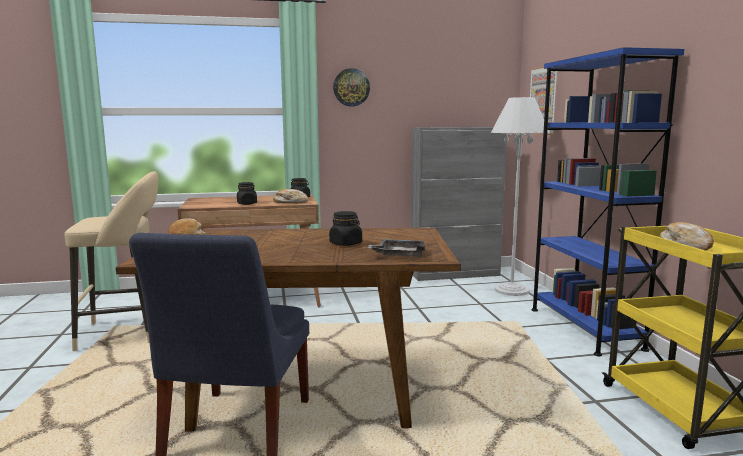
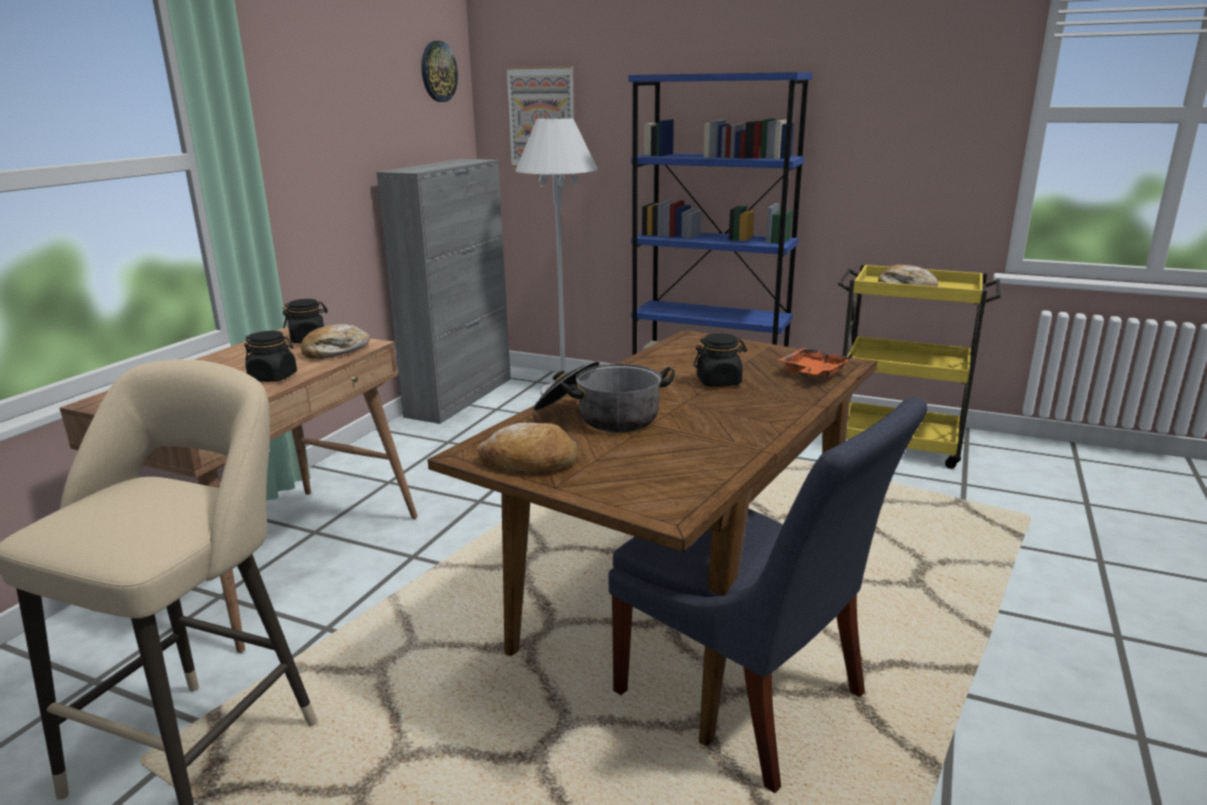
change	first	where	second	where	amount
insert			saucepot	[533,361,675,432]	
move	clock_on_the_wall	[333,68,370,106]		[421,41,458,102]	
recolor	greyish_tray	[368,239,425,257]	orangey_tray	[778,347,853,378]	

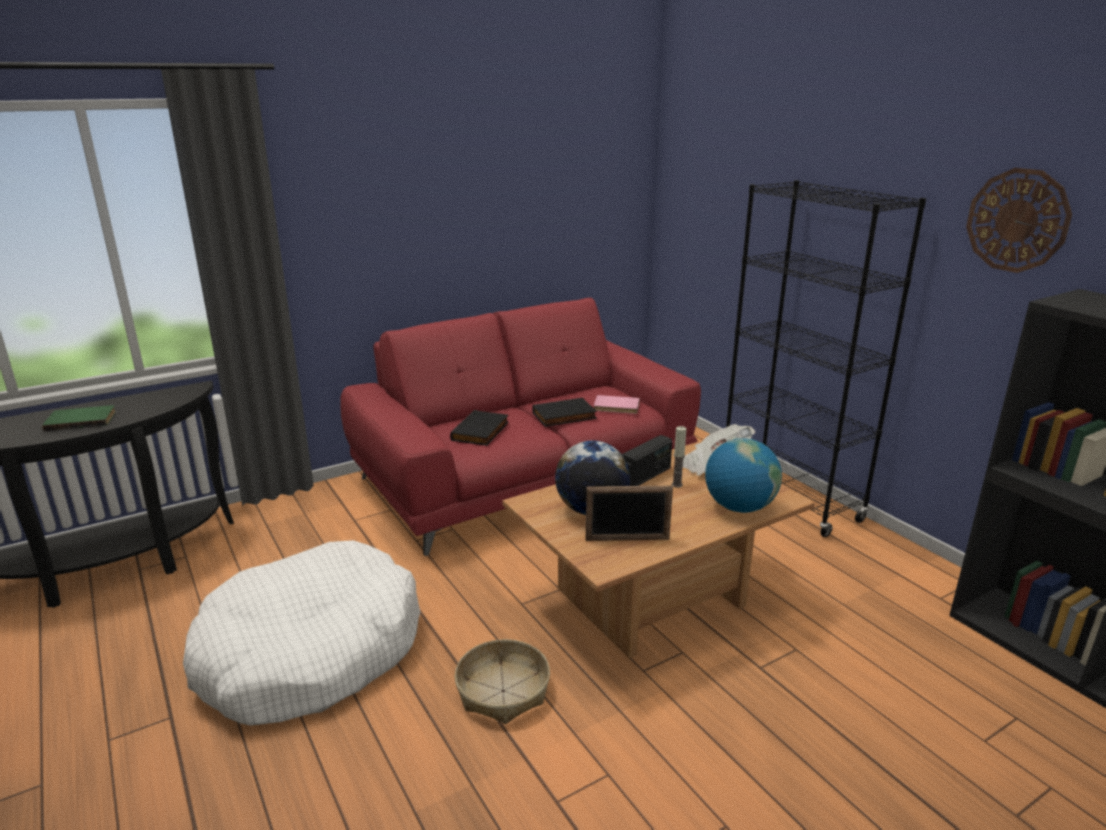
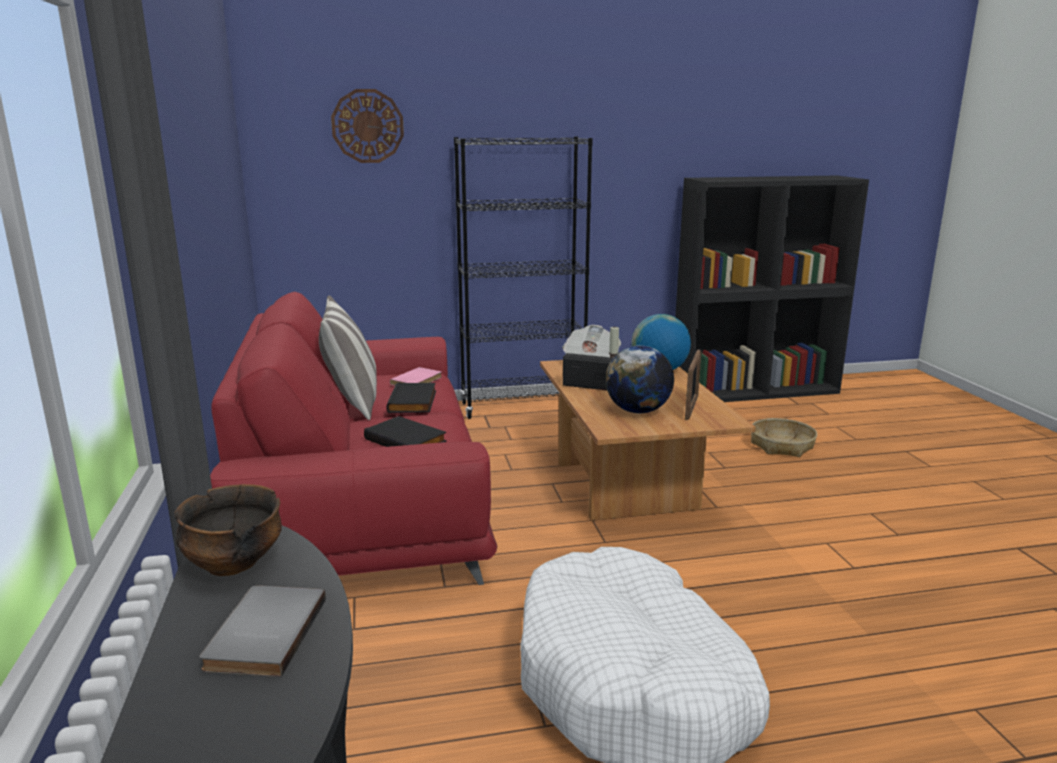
change	first	where	second	where	amount
insert			serving_bowl	[175,484,282,576]	
insert			throw_pillow	[319,295,377,420]	
move	basket	[454,639,550,724]		[751,418,817,457]	
move	clock_on_the_wall	[966,168,1072,273]		[331,89,404,163]	
recolor	green-coloured_bound_book	[42,405,116,431]	greyish_bound_book	[199,585,326,677]	
rotate	radio_receiver	[622,435,672,486]		[563,353,613,390]	45 degrees counterclockwise

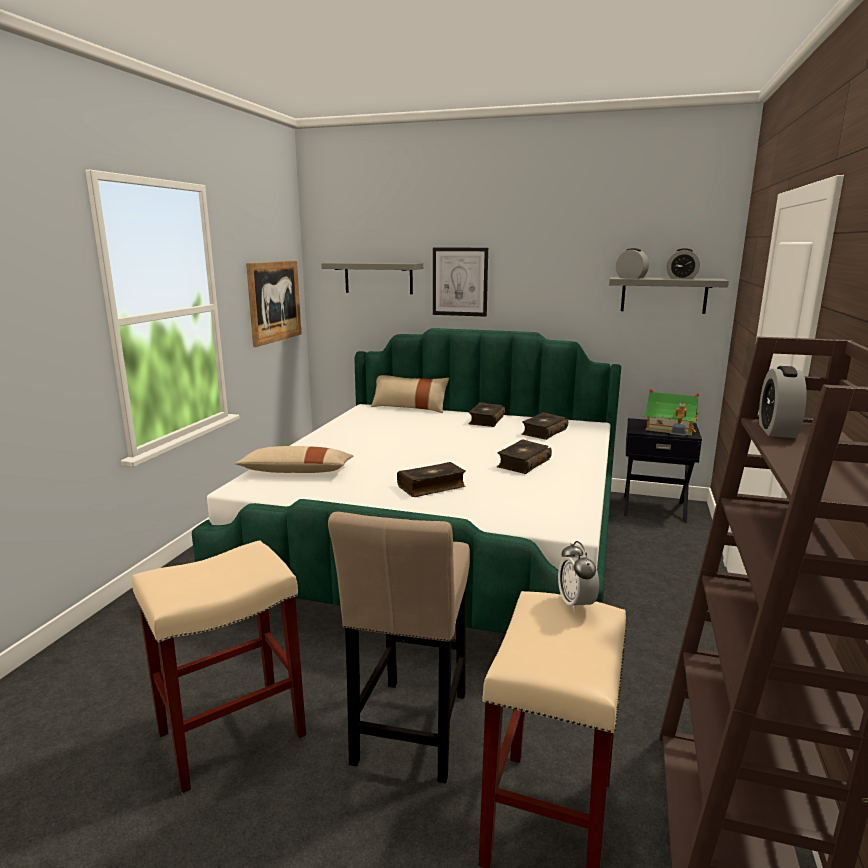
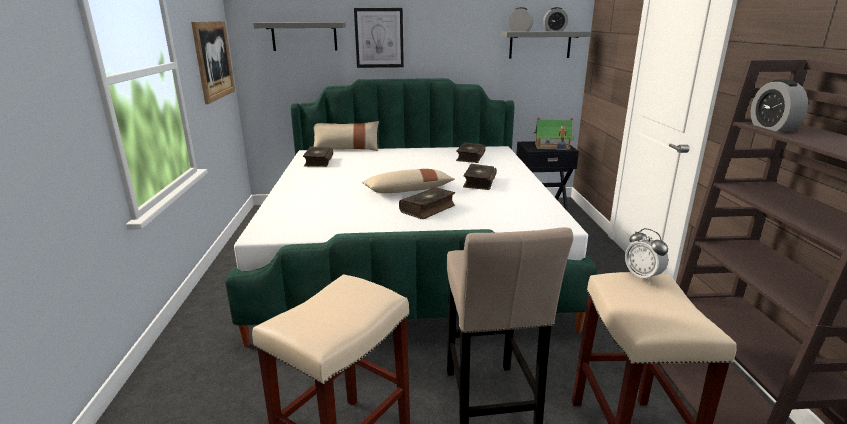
change	first	where	second	where	amount
move	beige_throw_pillow	[235,446,353,473]		[361,169,455,193]	
move	bound_book	[468,402,505,427]		[303,146,333,167]	

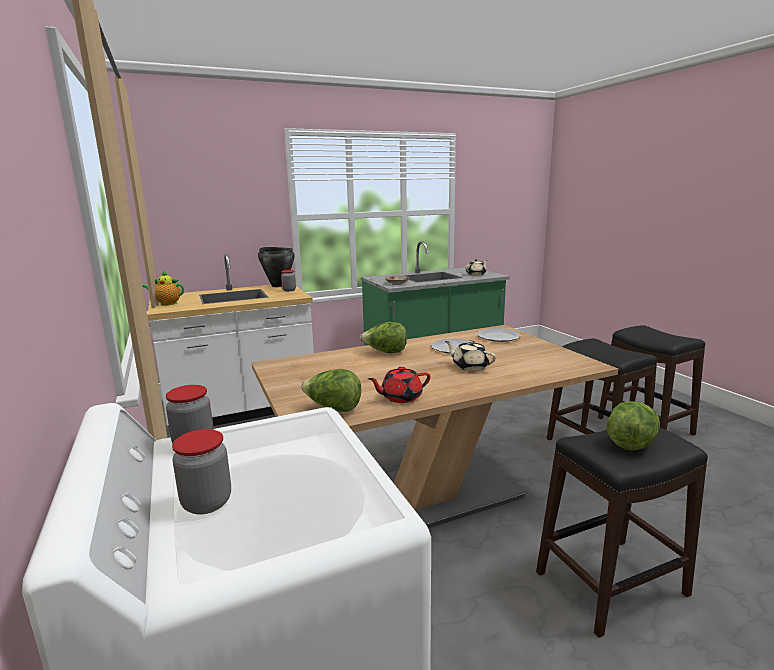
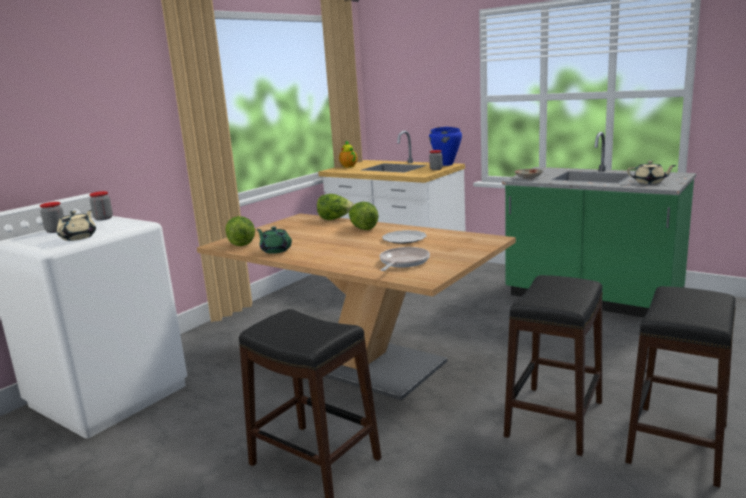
change	first	where	second	where	amount
delete	flat_dish	[477,328,521,342]			
insert			pan	[380,247,430,271]	
move	beige_pot_for_tea	[445,340,496,371]		[57,210,96,241]	
move	head_of_lettuce	[607,401,660,451]		[317,194,355,220]	
recolor	blackish_saucepot	[258,247,295,287]	blue-coloured_saucepot	[429,127,462,166]	
recolor	reddish_pot_for_tea	[368,367,431,403]	green-coloured_pot_for_tea	[256,227,292,254]	

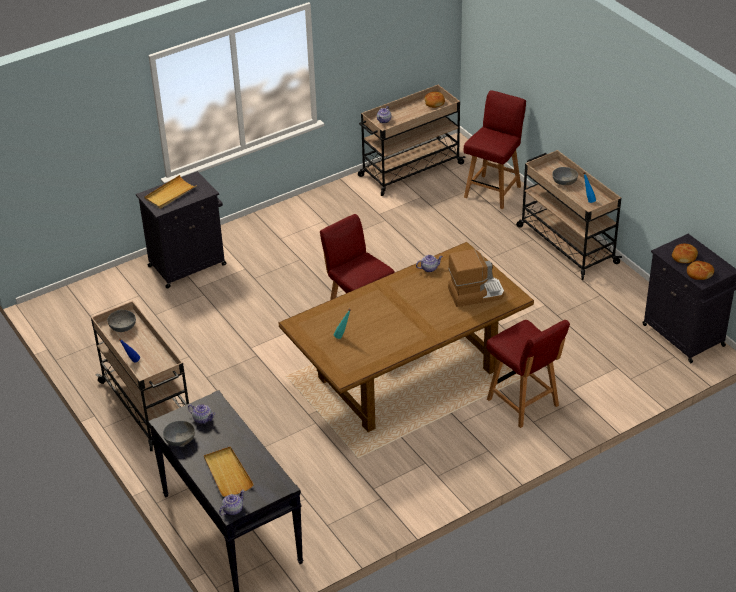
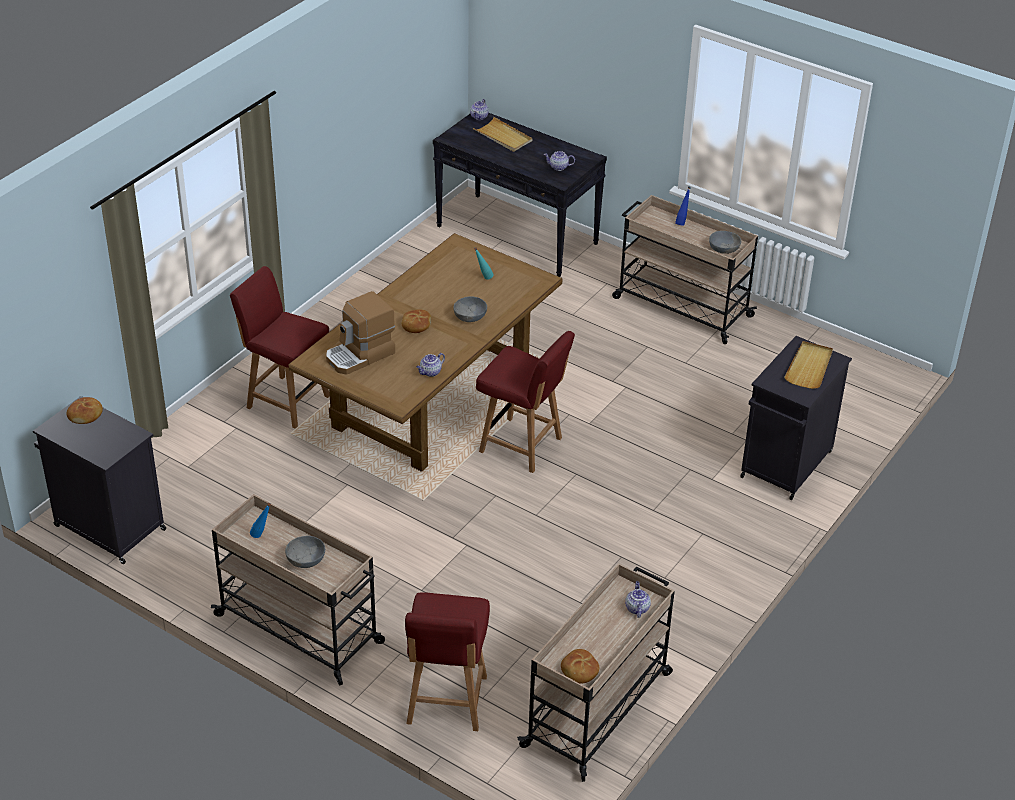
change	first	where	second	where	amount
move	greyish_serving_bowl	[163,421,195,446]		[453,296,487,322]	
move	bakery_bread	[672,244,698,263]		[402,309,431,333]	

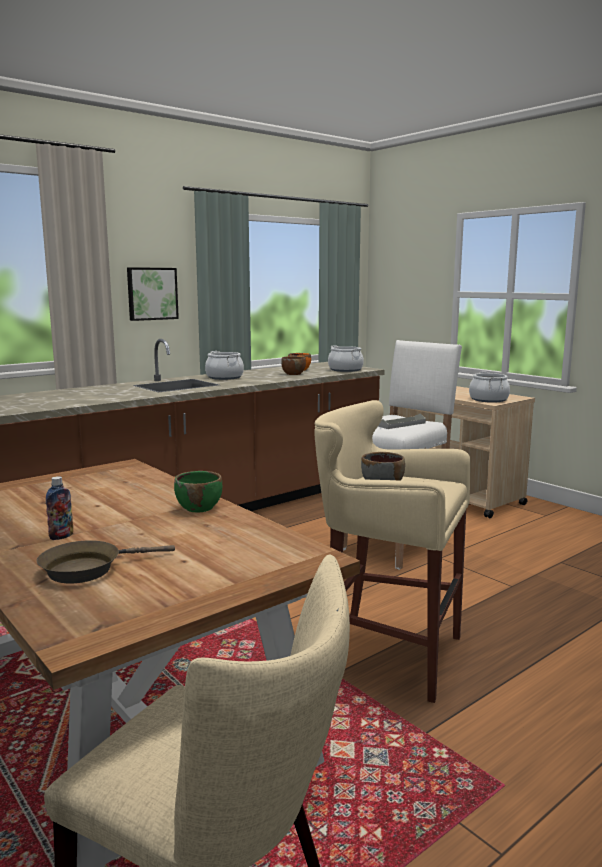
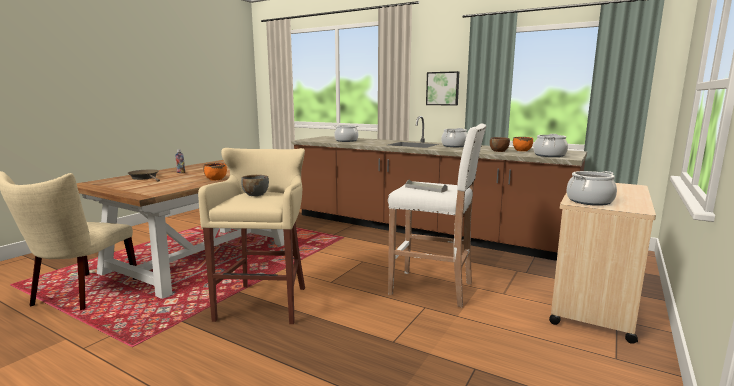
change	first	where	second	where	amount
insert			saucepot	[333,125,359,142]	
recolor	green-coloured_serving_bowl	[174,471,222,513]	orangey_serving_bowl	[203,163,227,180]	

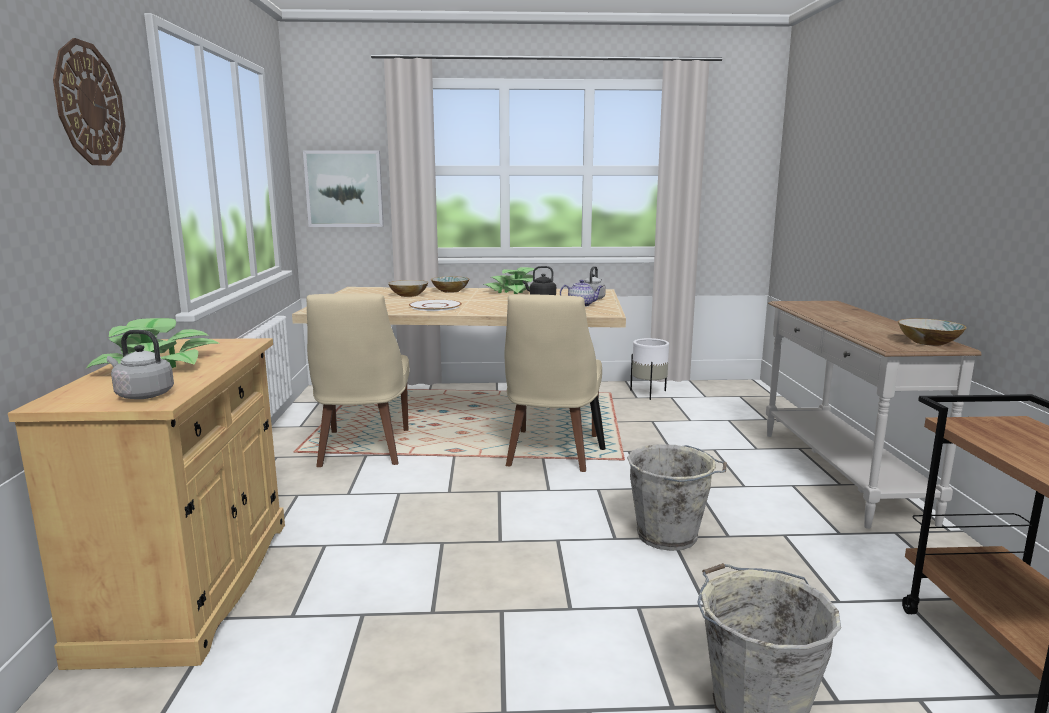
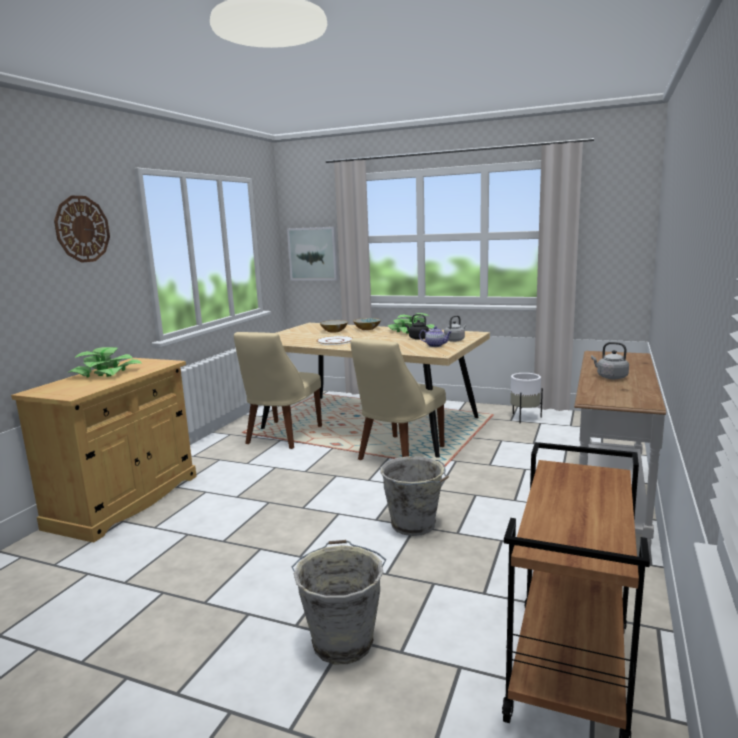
change	first	where	second	where	amount
delete	serving_bowl	[898,318,967,346]			
move	greyish_kettle	[107,330,174,399]		[591,342,629,379]	

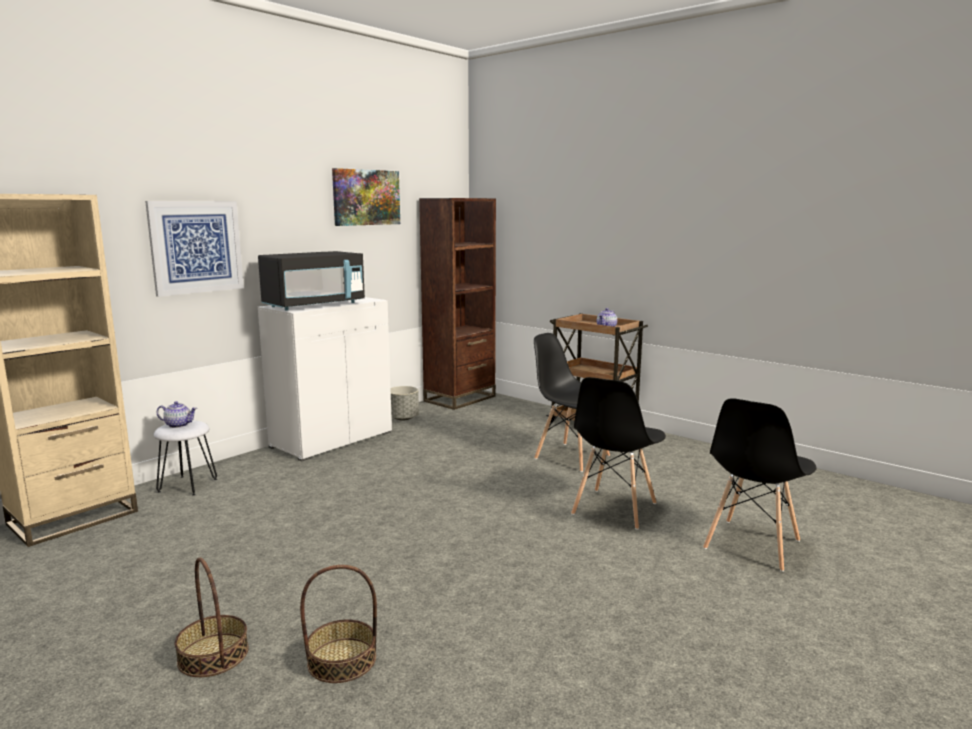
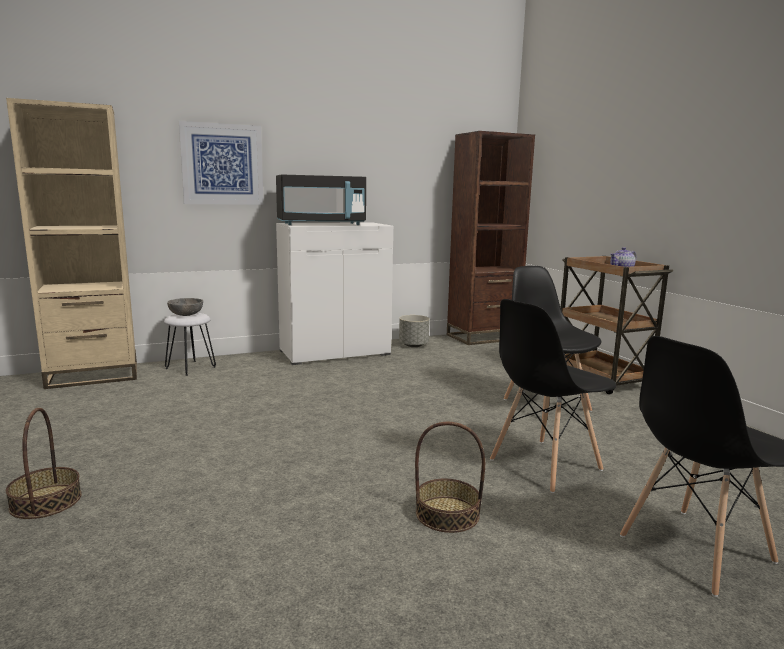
change	first	where	second	where	amount
delete	wall_picture	[332,168,400,226]			
move	basket	[300,565,377,683]		[415,422,485,533]	
replace	pot_for_tea	[156,401,197,428]	greyish_serving_bowl	[167,298,203,316]	

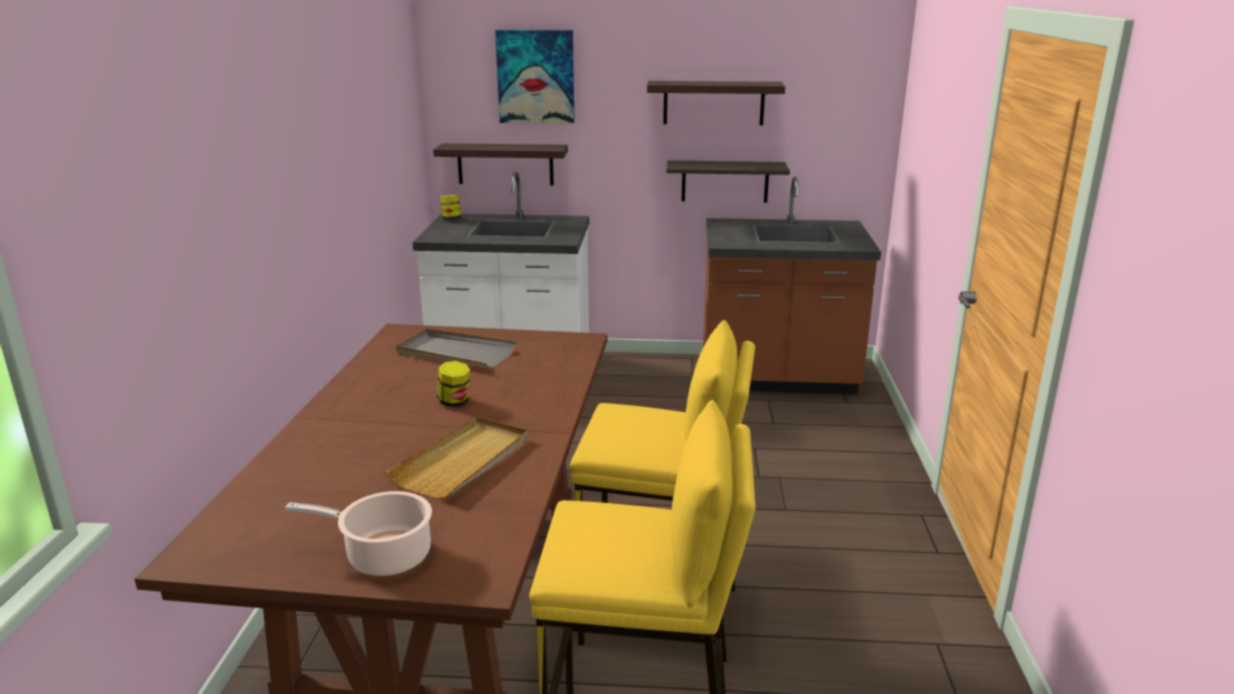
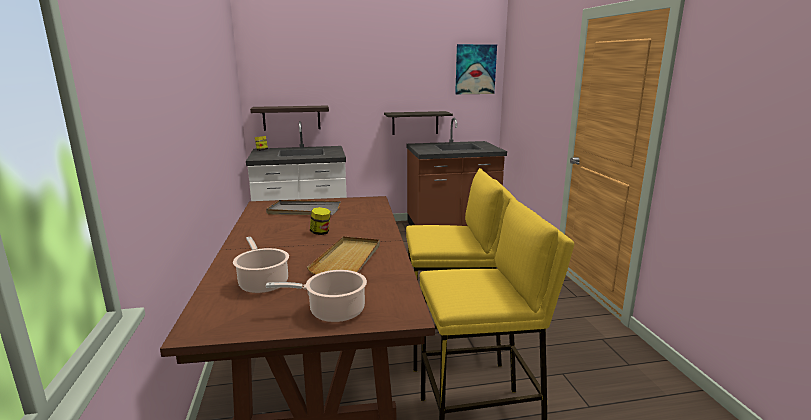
change	first	where	second	where	amount
delete	shelf	[647,81,785,125]			
insert			saucepot	[233,237,289,293]	
move	wall_picture	[495,30,575,124]		[455,44,497,94]	

